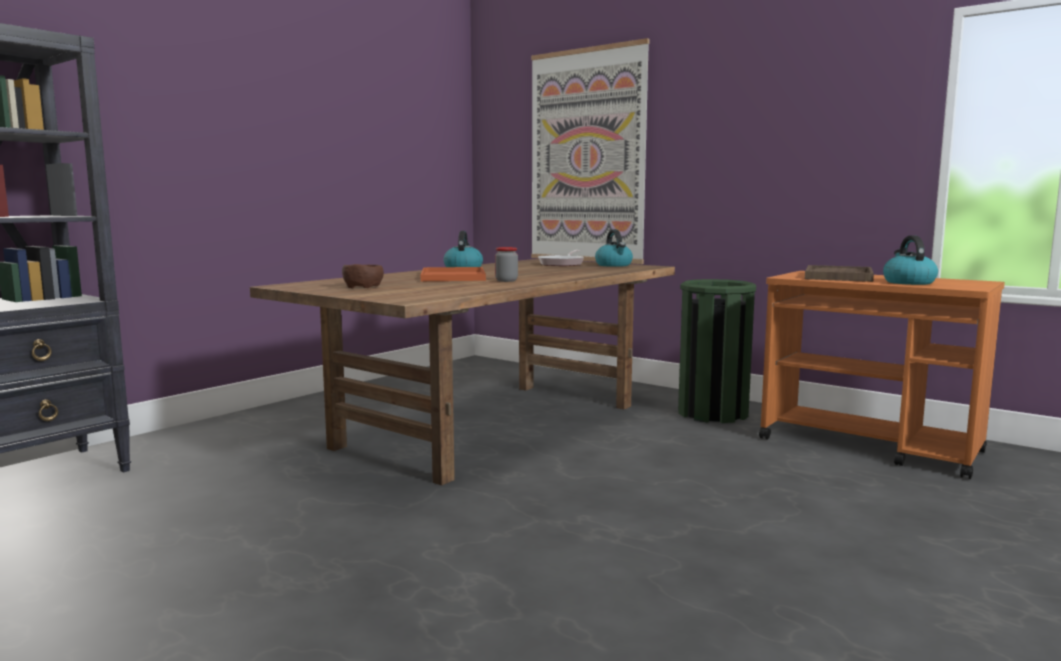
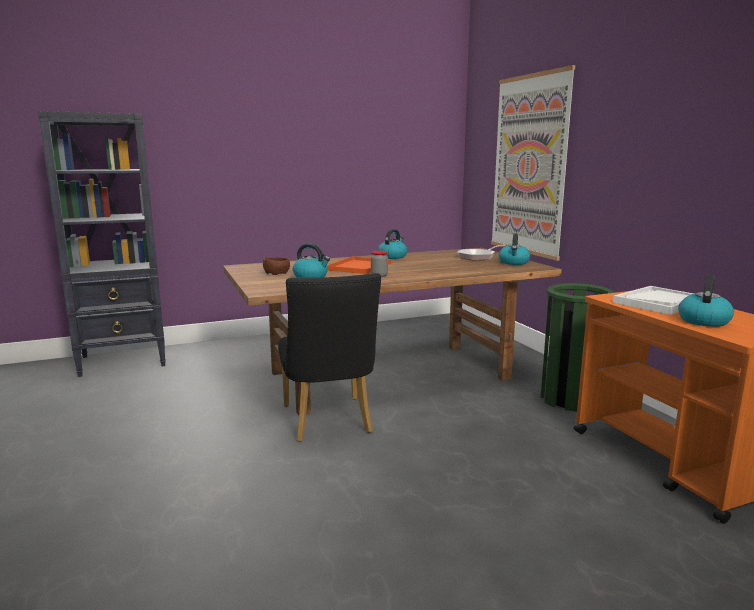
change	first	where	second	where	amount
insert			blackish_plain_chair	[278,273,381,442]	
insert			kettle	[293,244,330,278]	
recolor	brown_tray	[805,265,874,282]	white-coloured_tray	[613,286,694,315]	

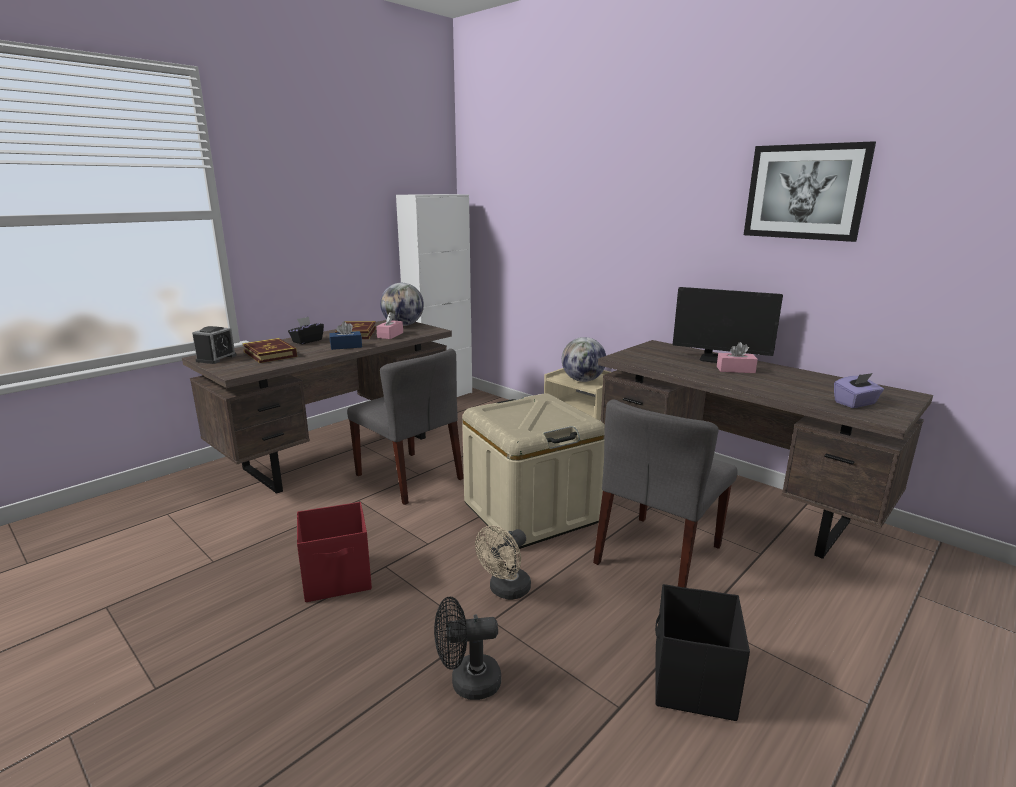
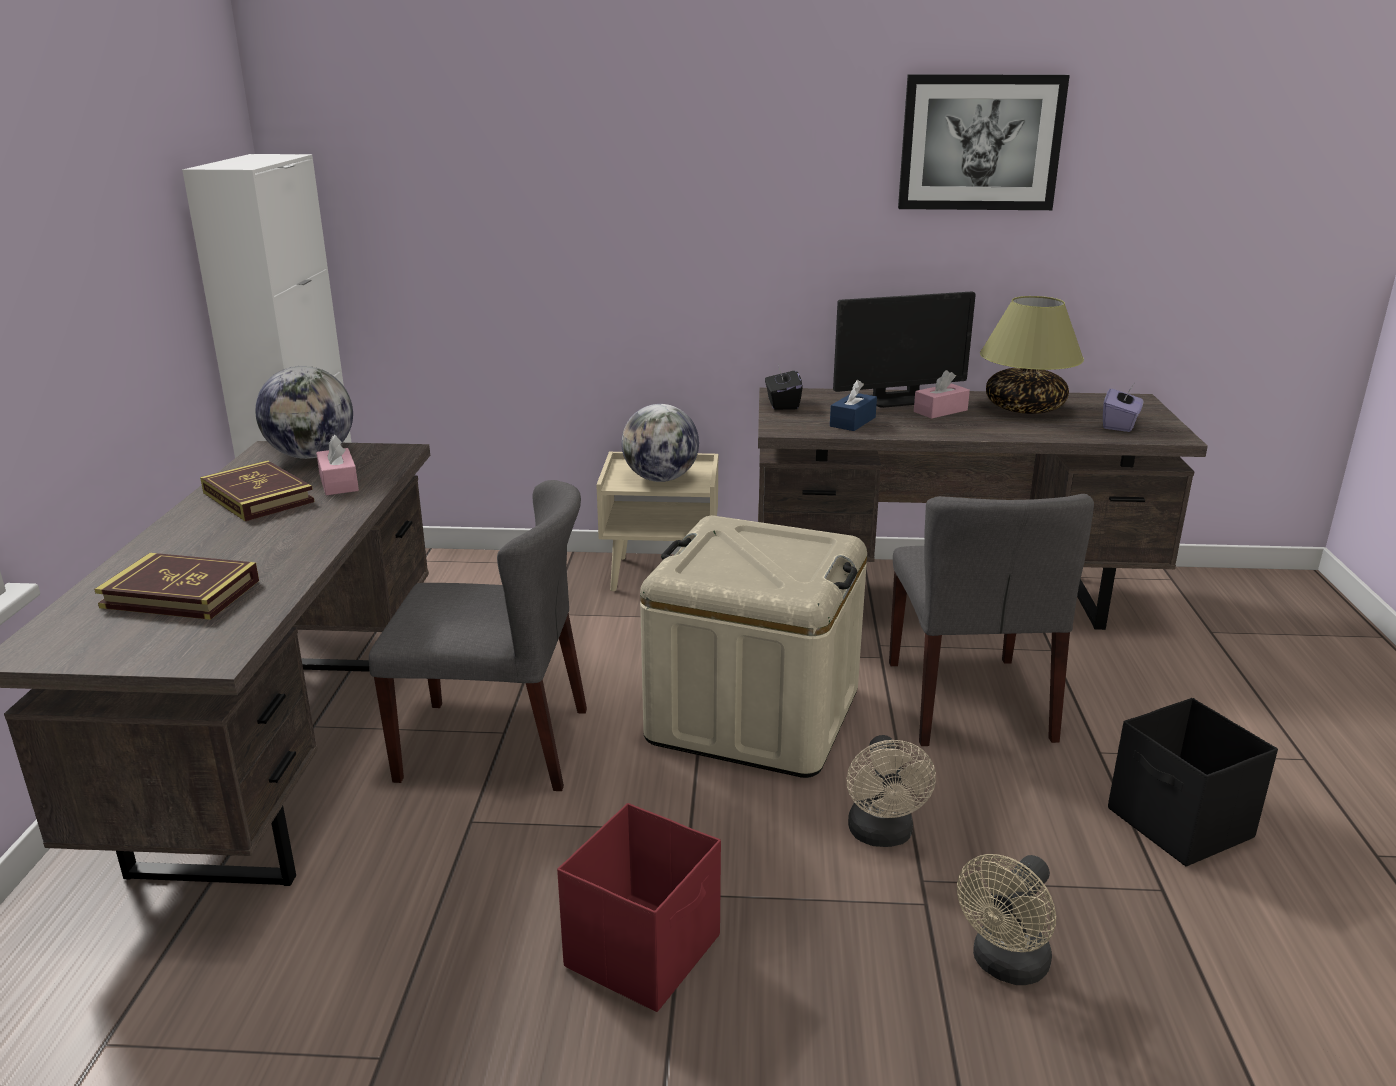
change	first	where	second	where	amount
delete	bedside_clock	[192,326,237,364]			
insert			tabletop_lamp	[980,296,1084,414]	
move	blackish_tissue_holder	[288,317,324,344]		[765,364,803,410]	
move	blue-coloured_tissue_holder	[329,322,362,350]		[830,380,877,431]	
recolor	blackish_fan	[434,596,501,700]	beige_fan	[957,854,1056,985]	

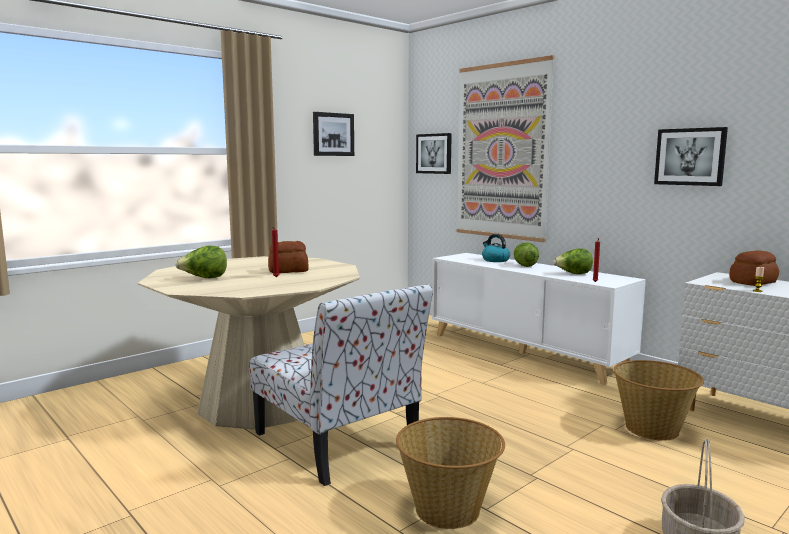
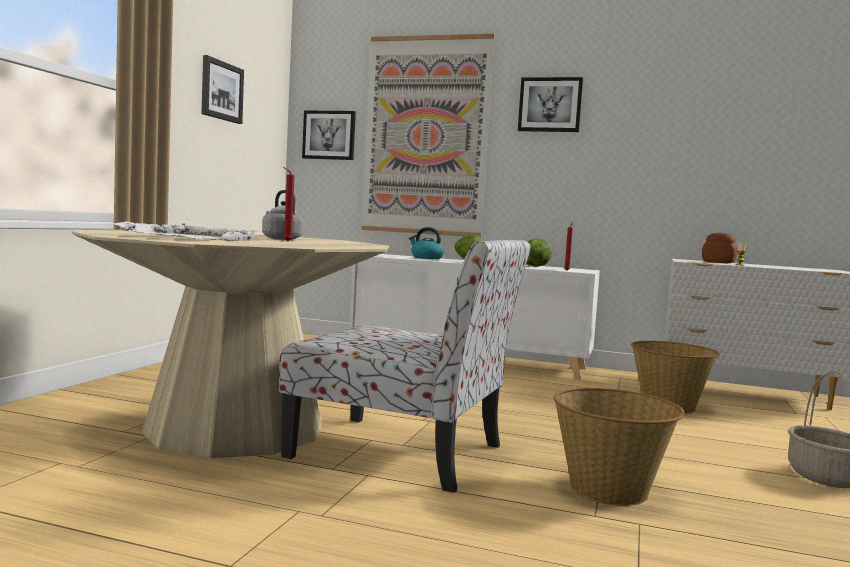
change	first	where	second	where	amount
move	wall_picture	[654,127,728,186]		[518,77,583,132]	
replace	head_of_lettuce	[175,246,227,278]	white-coloured_tray	[114,221,257,241]	
replace	bakery_bread	[268,241,309,273]	greyish_kettle	[262,190,303,240]	

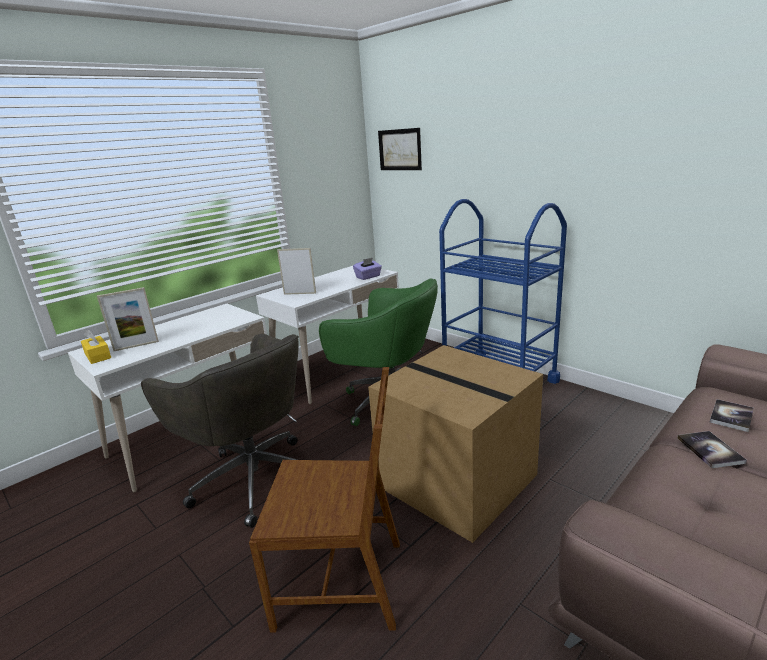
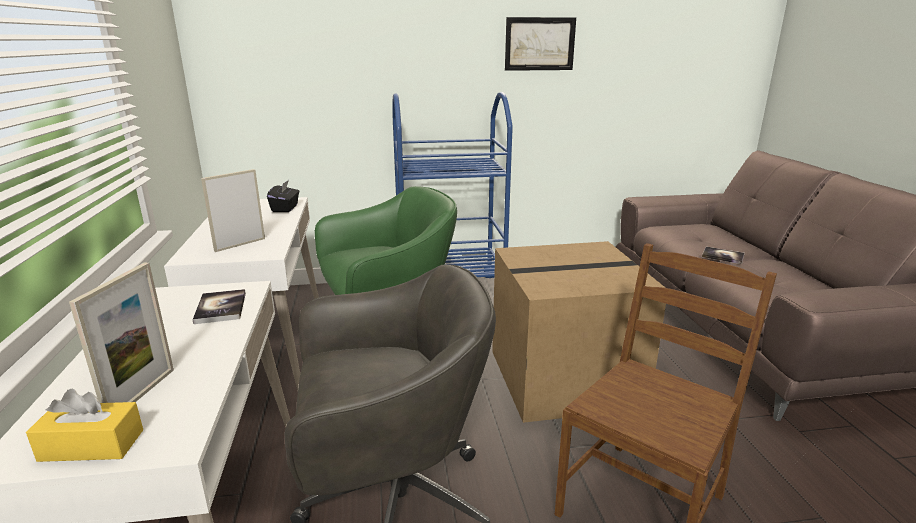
change	first	where	second	where	amount
move	wall_picture	[378,128,422,170]		[505,17,576,71]	
move	bound_book	[710,399,754,432]		[192,289,246,324]	
recolor	purple_tissue_holder	[353,258,382,280]	blackish_tissue_holder	[267,180,299,212]	

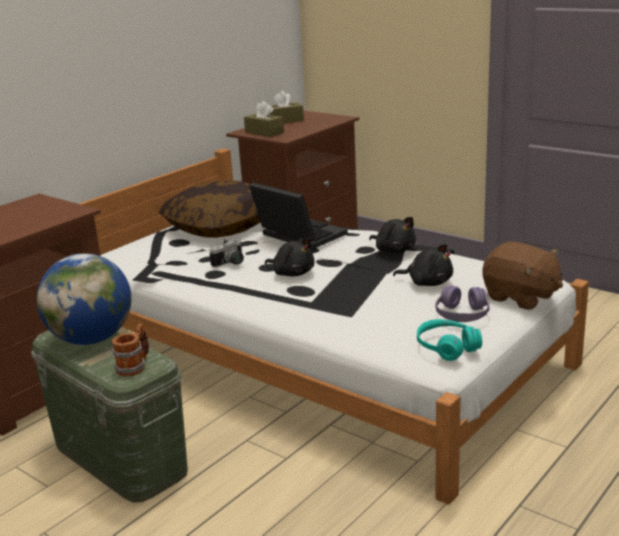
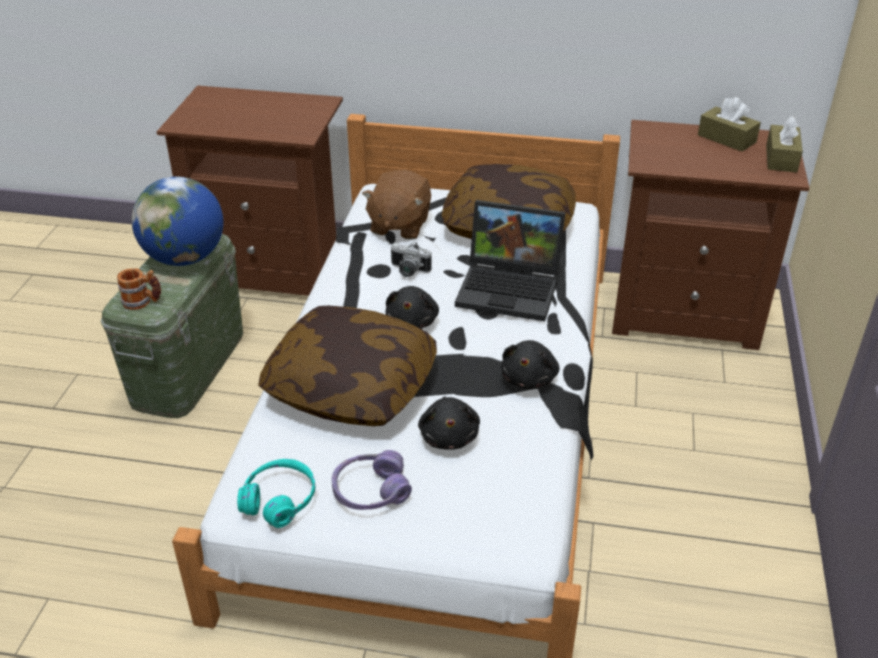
change	first	where	second	where	amount
insert			throw_pillow	[258,306,437,426]	
move	brown_tissue_holder	[244,101,284,137]		[766,116,803,173]	
move	brown_cuddly_toy	[483,242,563,310]		[362,170,431,240]	
rotate	laptop	[249,182,348,249]		[455,200,566,321]	90 degrees clockwise

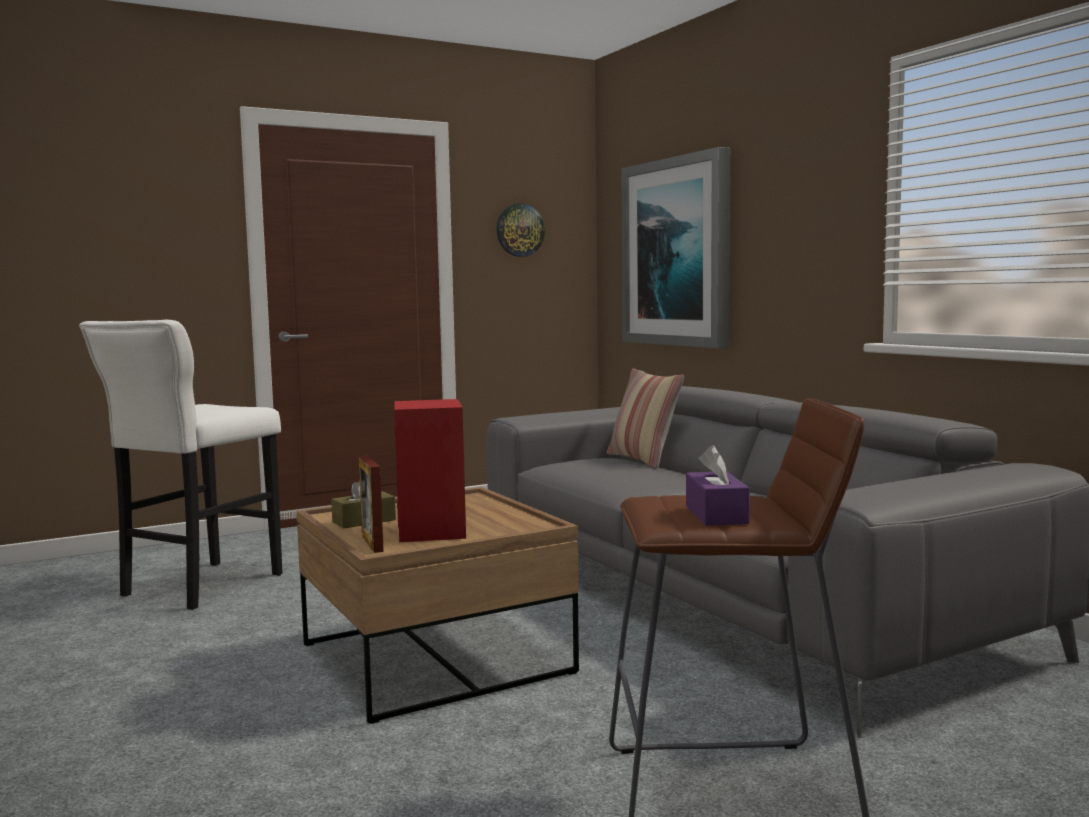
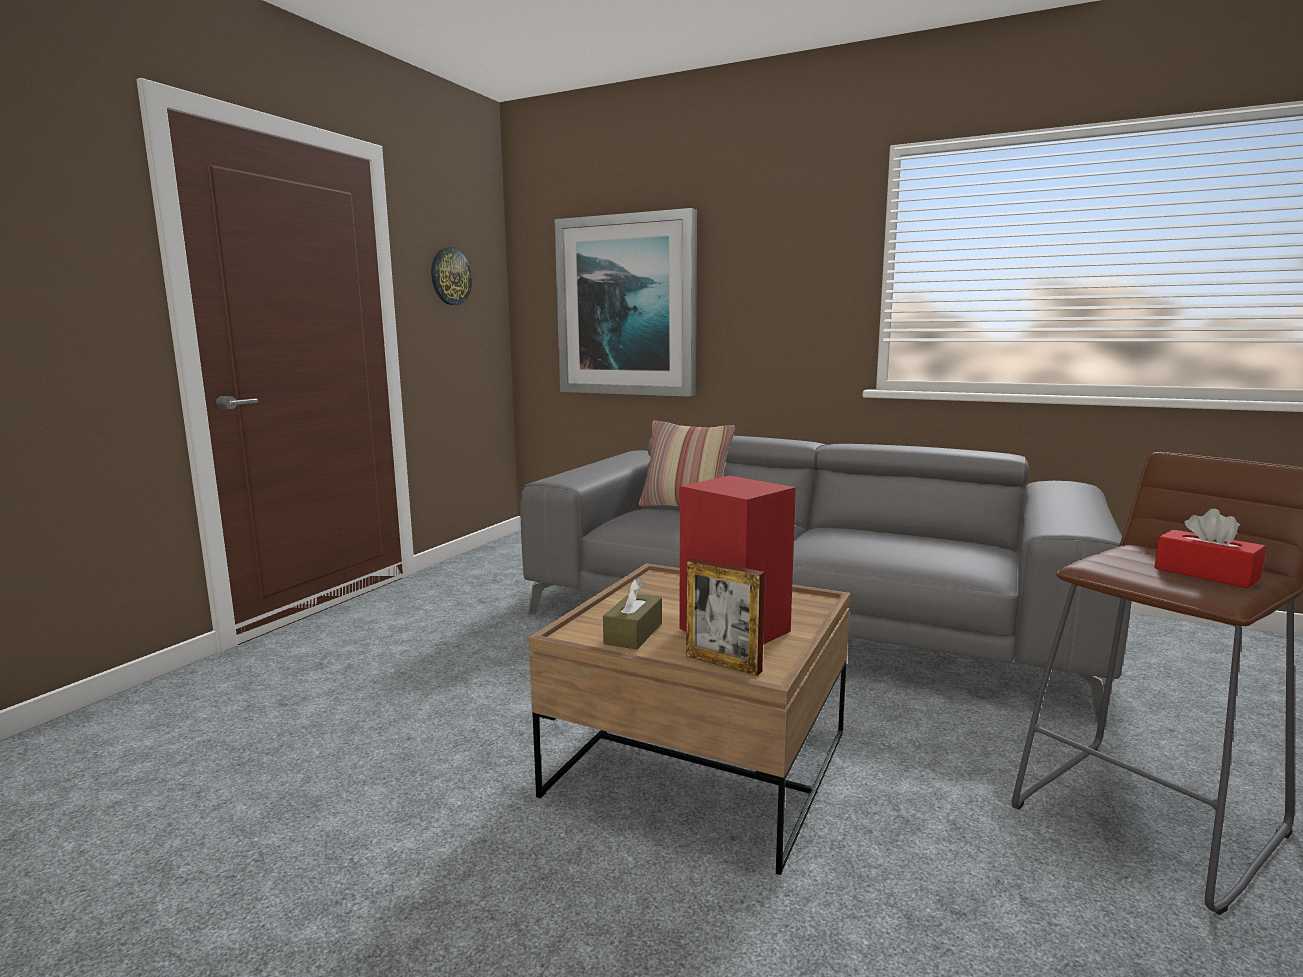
change	first	where	second	where	amount
delete	white-coloured_sitting_stool	[79,320,283,610]			
recolor	purple_tissue_holder	[686,445,750,526]	reddish_tissue_holder	[1154,509,1266,588]	

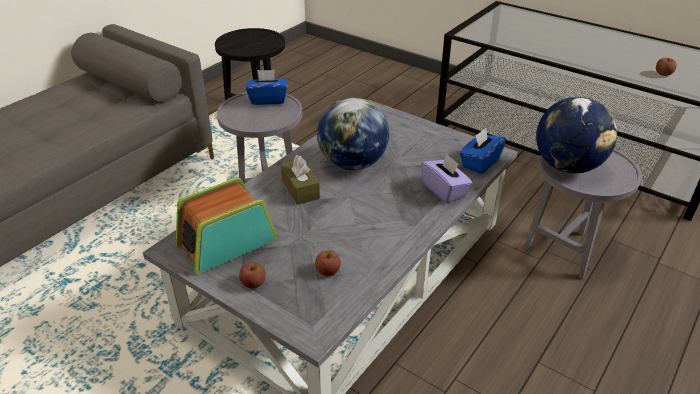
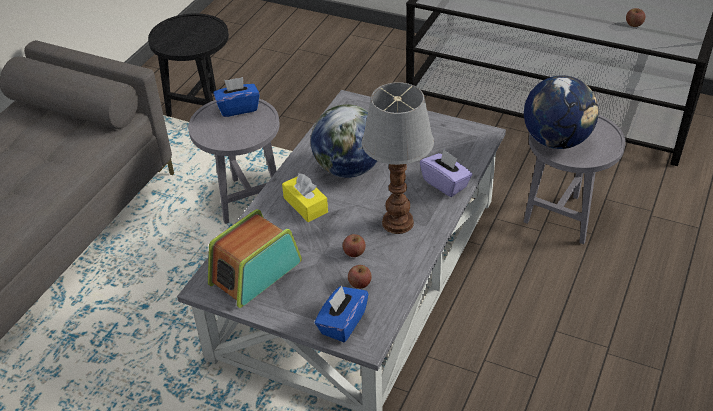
change	first	where	second	where	amount
insert			tabletop_lamp	[362,82,434,234]	
move	apple_fruit	[239,262,266,288]		[343,234,366,257]	
move	blue-coloured_tissue_holder	[460,128,506,174]		[314,286,368,342]	
recolor	brown_tissue_holder	[281,155,320,205]	yellow_tissue_holder	[282,173,328,222]	

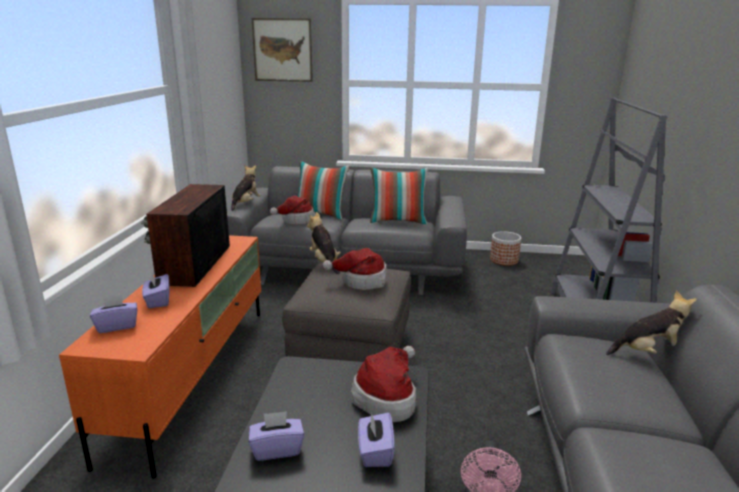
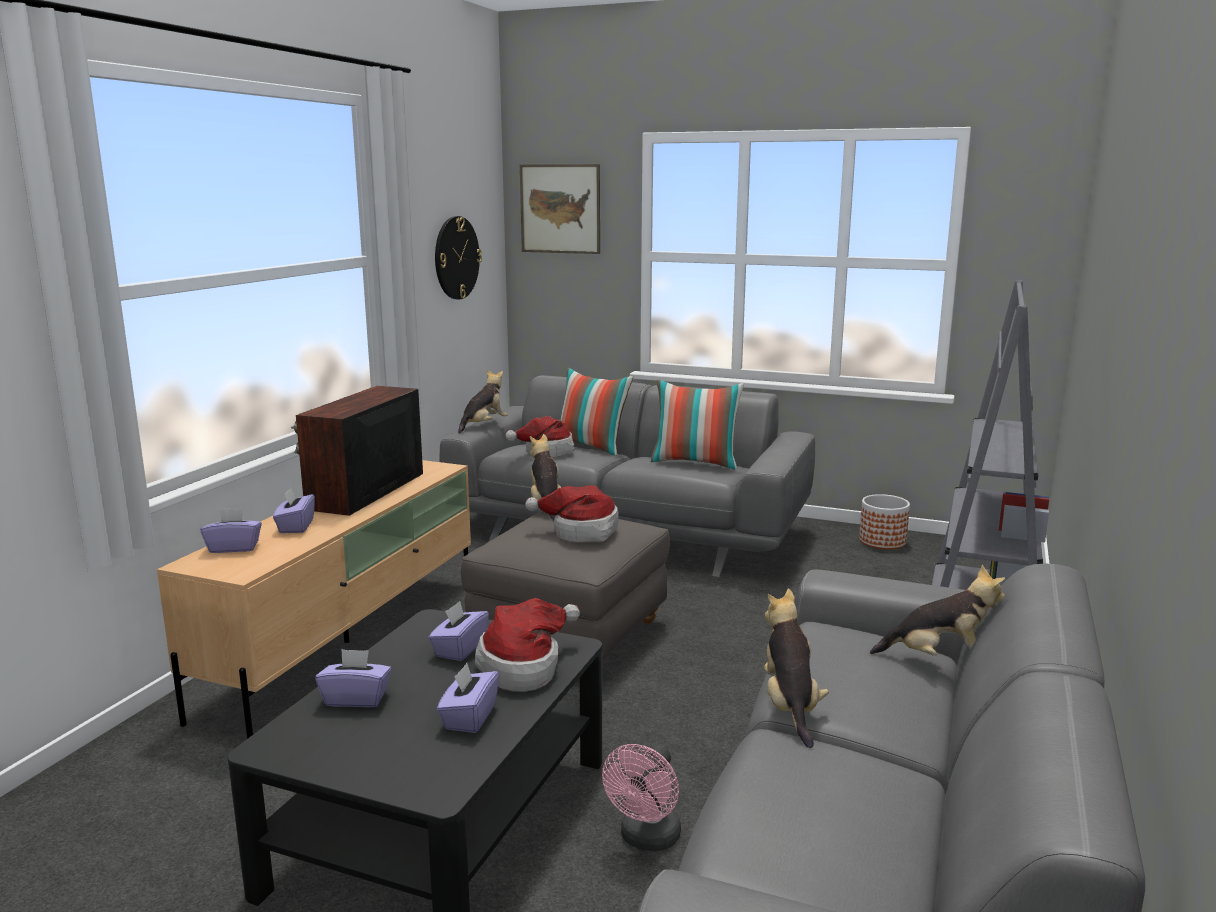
change	first	where	second	where	amount
insert			purple_tissue_holder	[429,601,489,661]	
insert			clock_on_the_wall	[435,216,482,299]	
insert			cuddly_toy	[764,589,829,748]	
recolor	orangey_media_console	[59,235,261,479]	beige_media_console	[157,460,471,739]	

